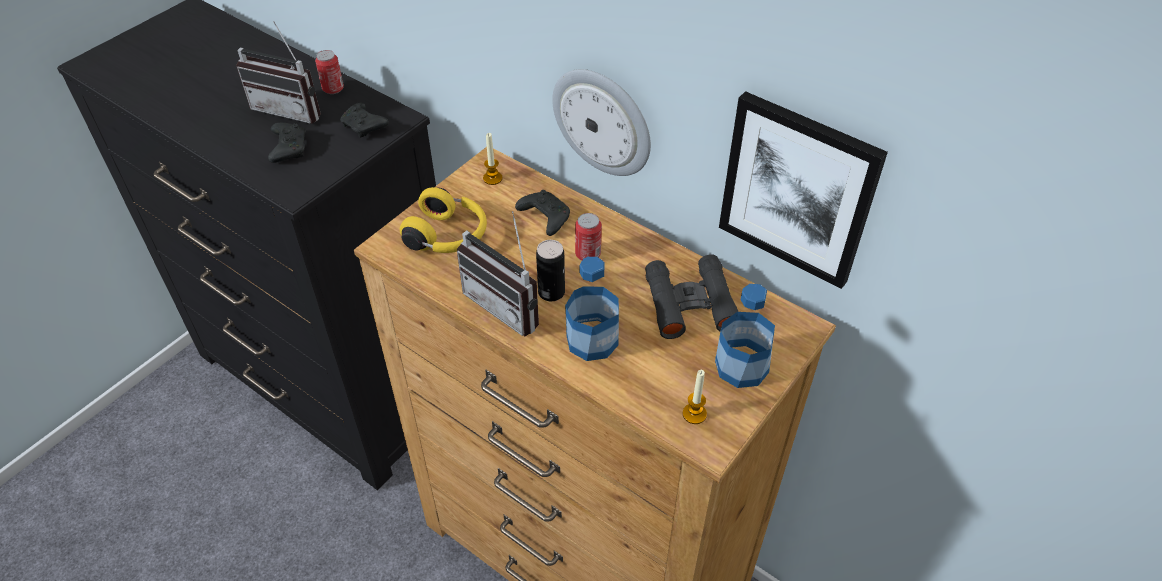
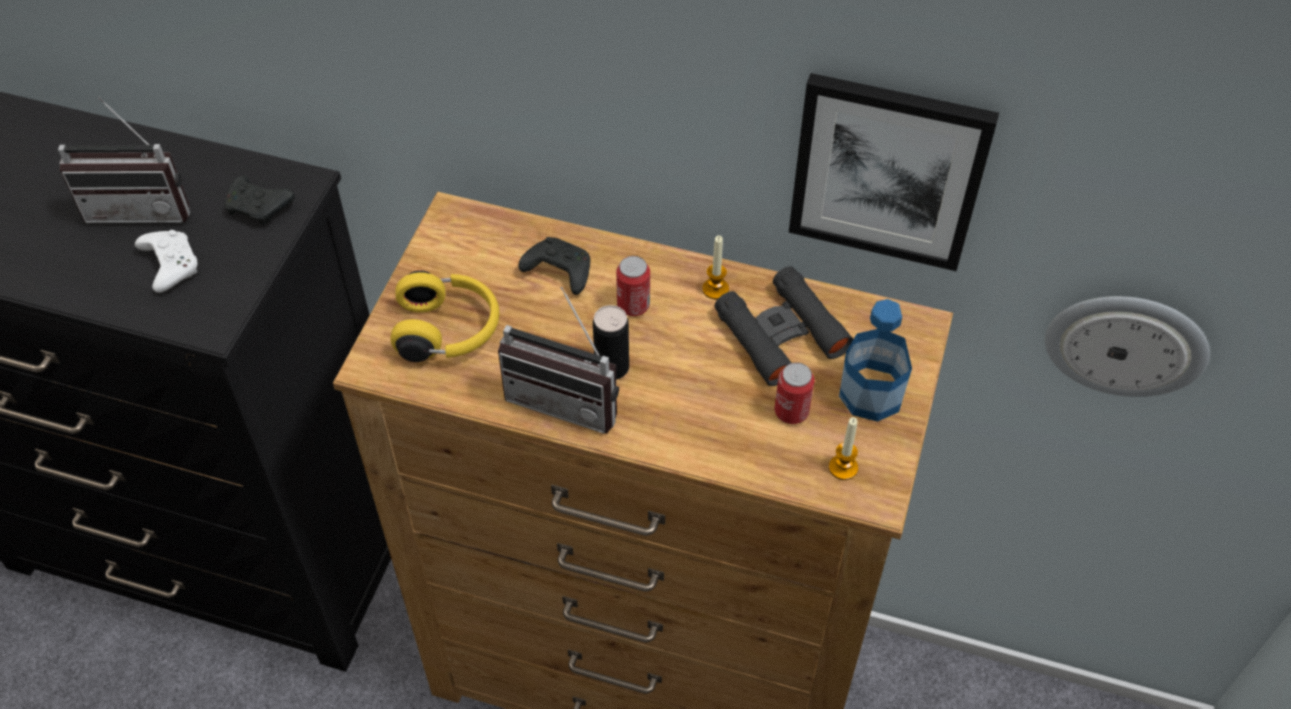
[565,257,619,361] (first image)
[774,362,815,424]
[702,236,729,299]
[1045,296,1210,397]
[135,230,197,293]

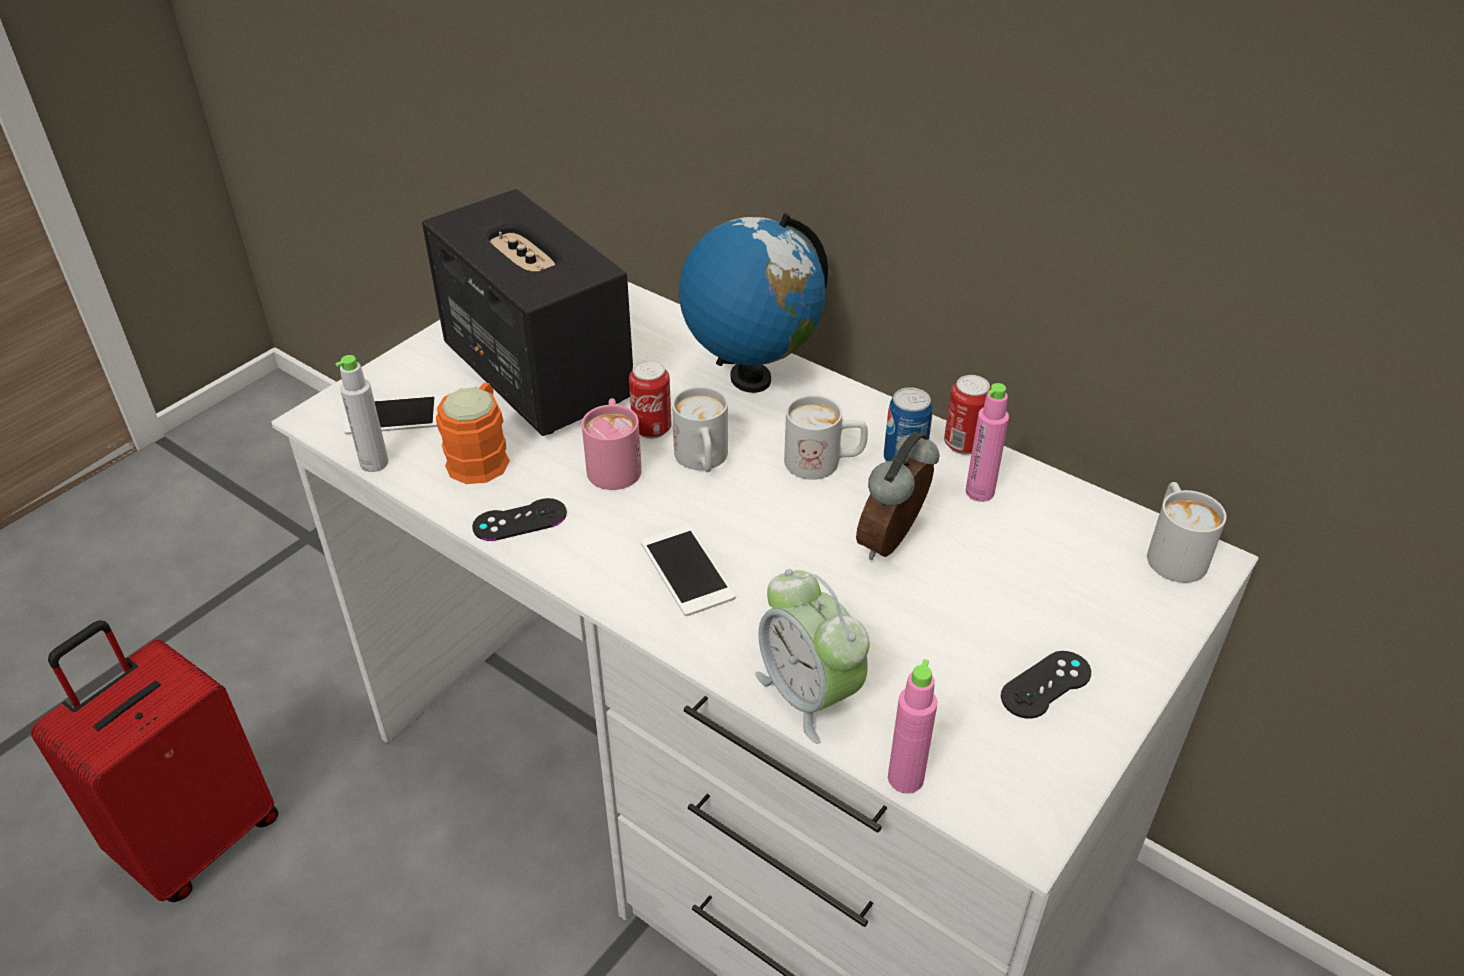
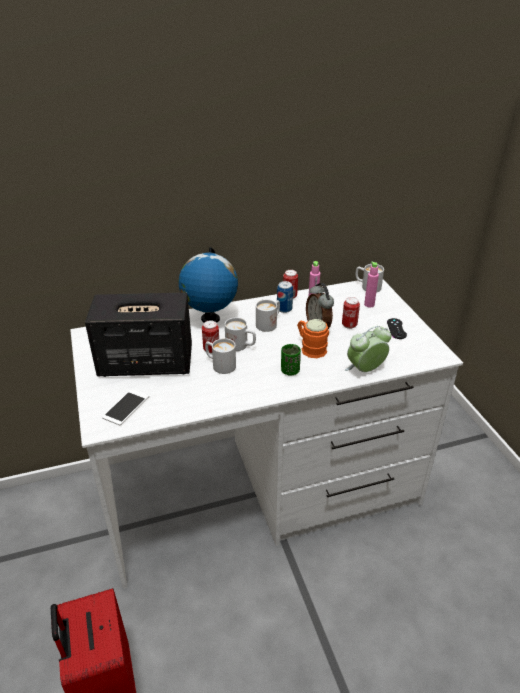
[335,355,389,472] (first image)
[472,498,567,541] (first image)
[342,297,360,329]
[297,319,329,358]
[364,262,379,308]
[281,344,301,376]
[205,338,236,374]
[345,326,391,372]

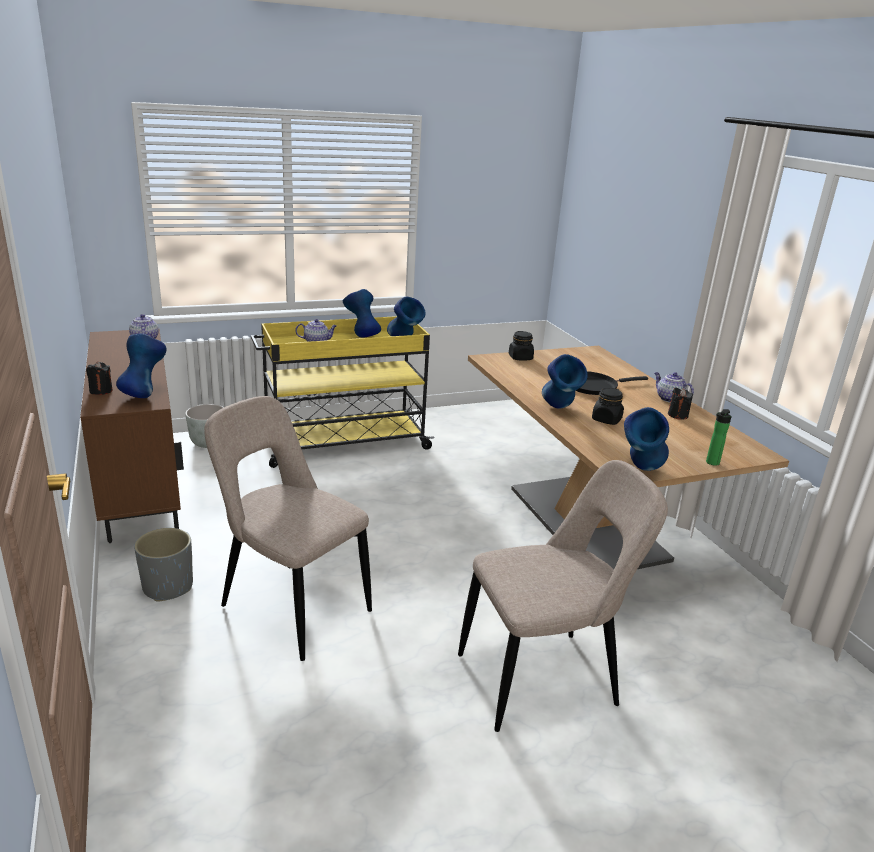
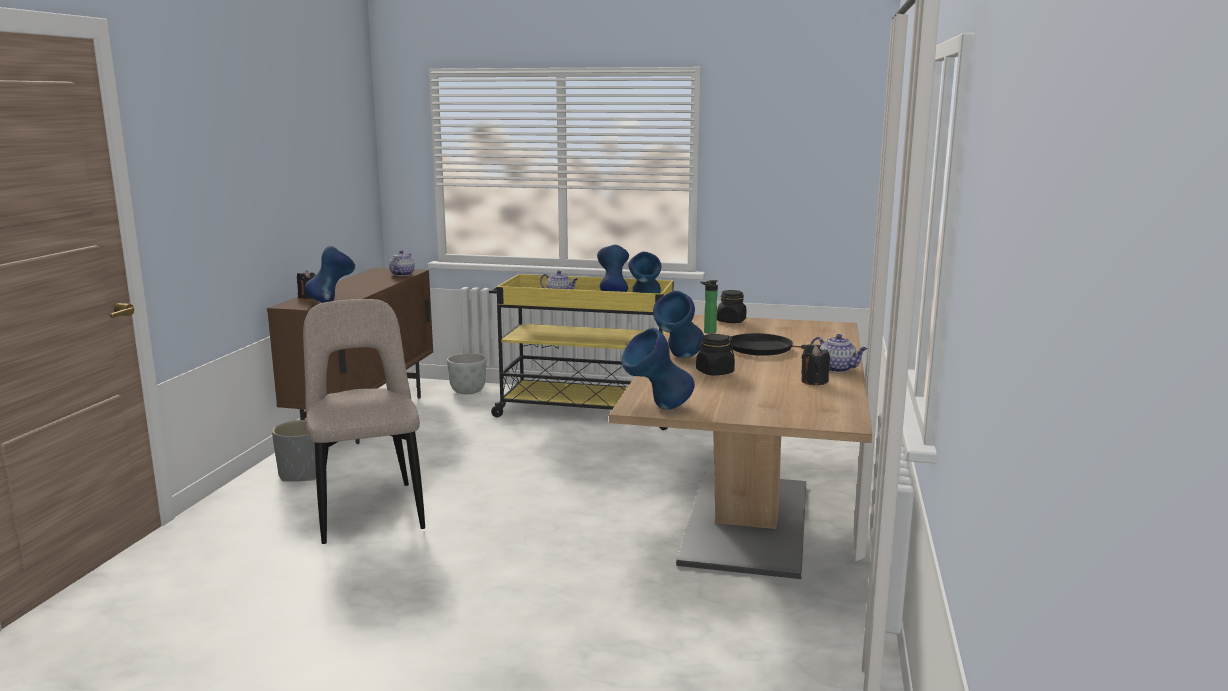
[458,460,668,732] (first image)
[700,280,718,334]
[810,334,867,373]

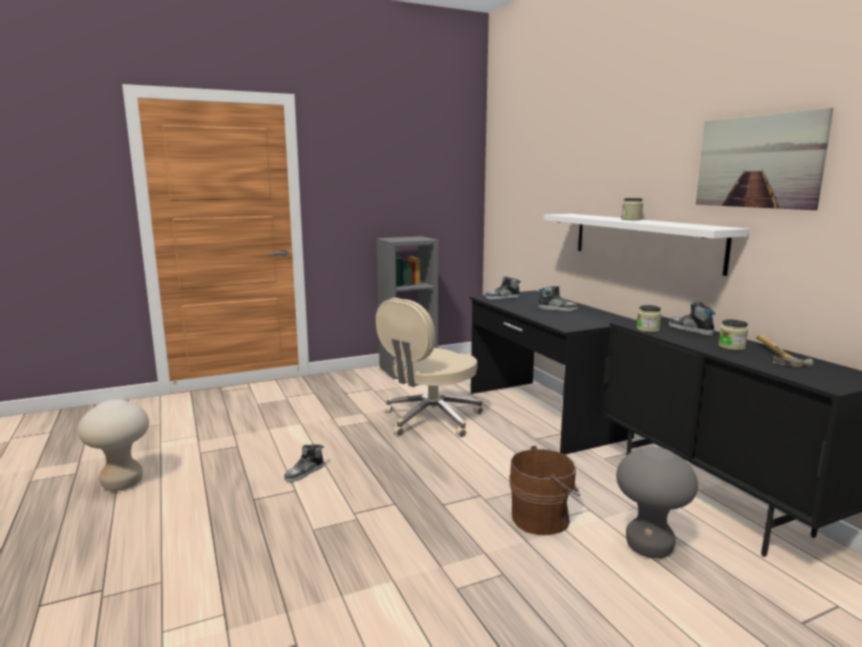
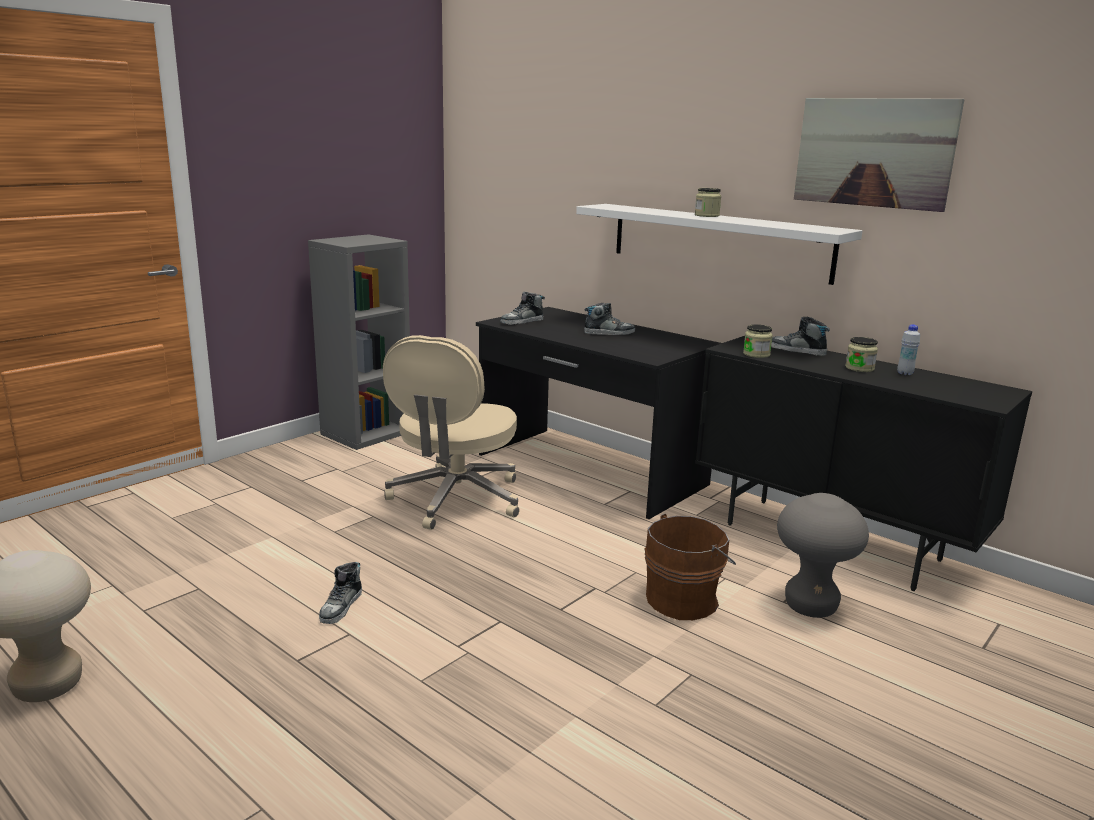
[897,324,920,375]

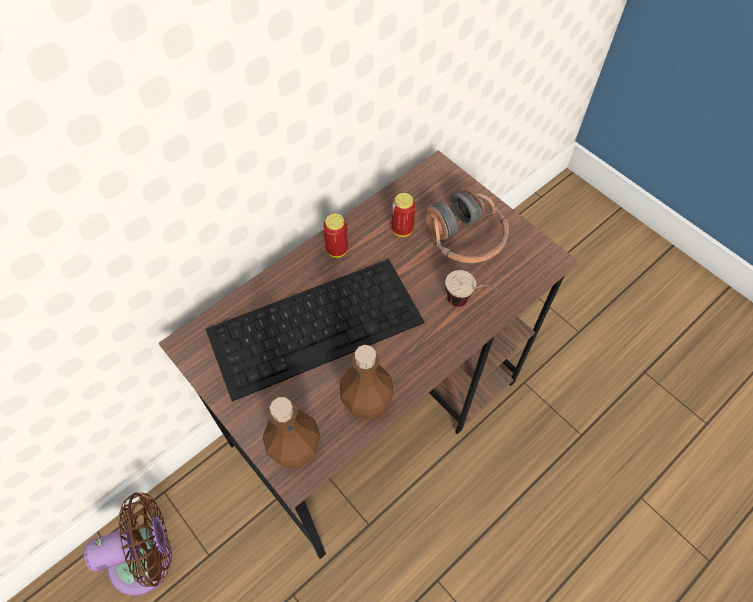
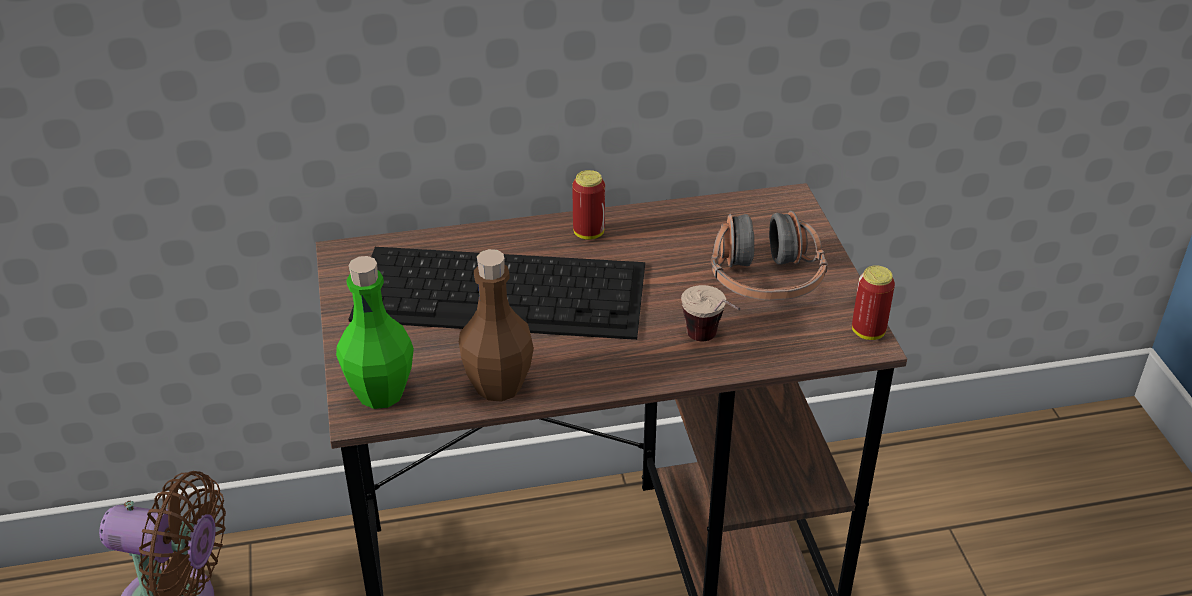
[852,265,895,340]
[336,256,414,409]

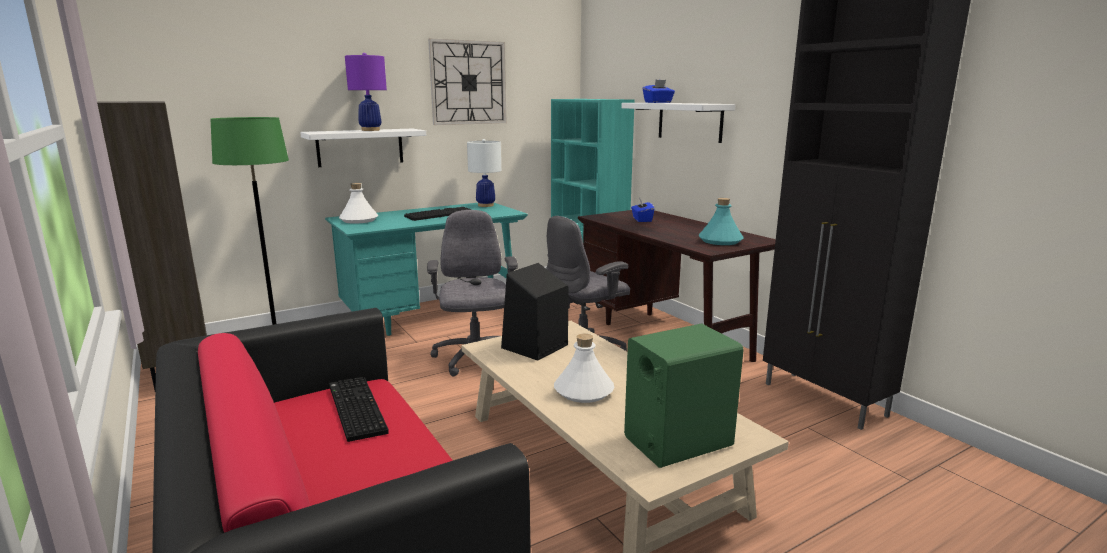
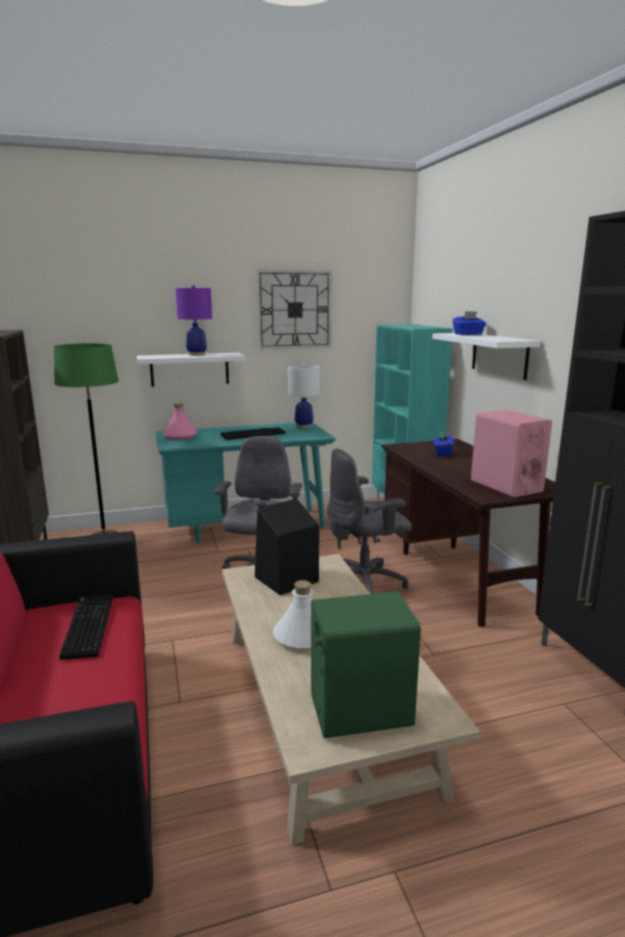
[471,410,552,498]
[163,403,197,440]

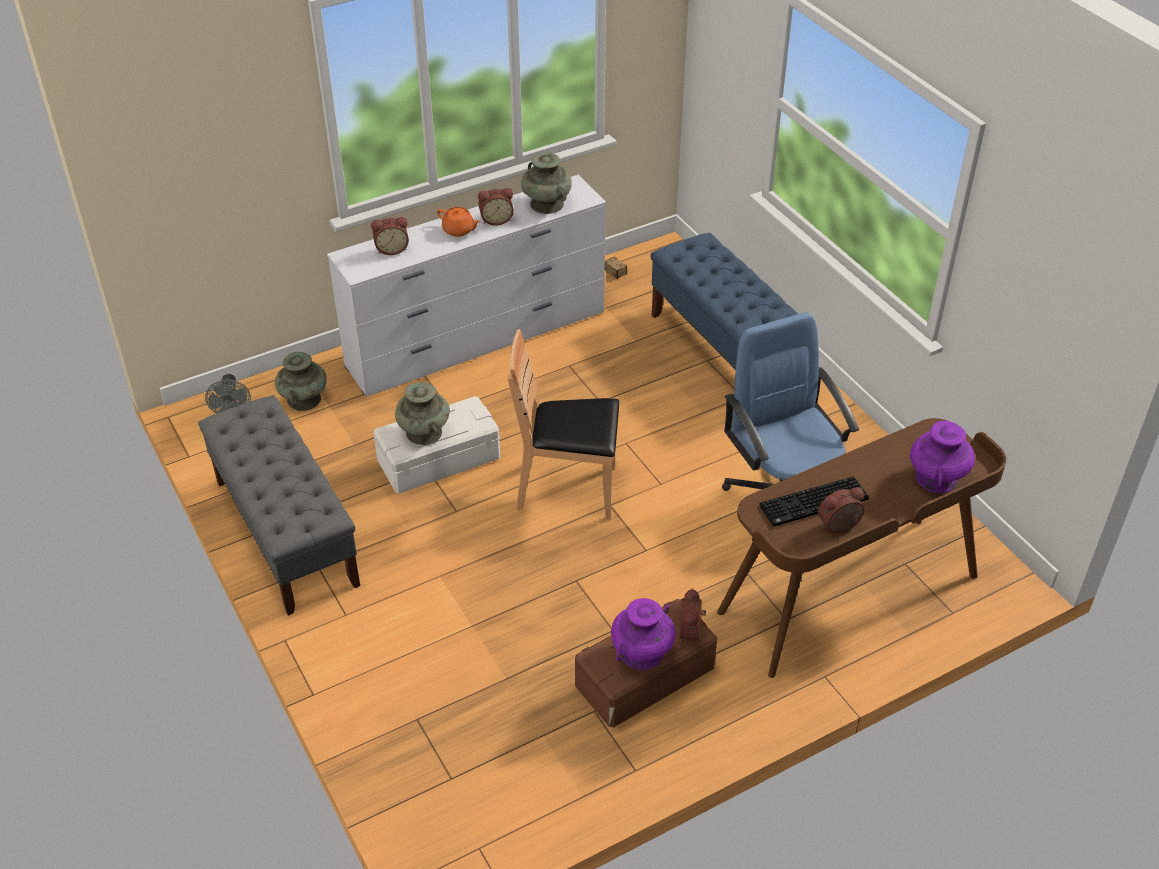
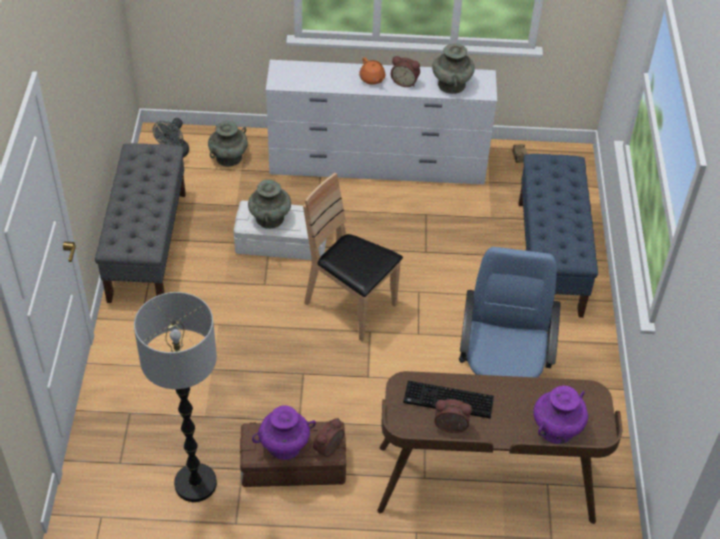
[371,217,409,255] (first image)
[134,292,217,502]

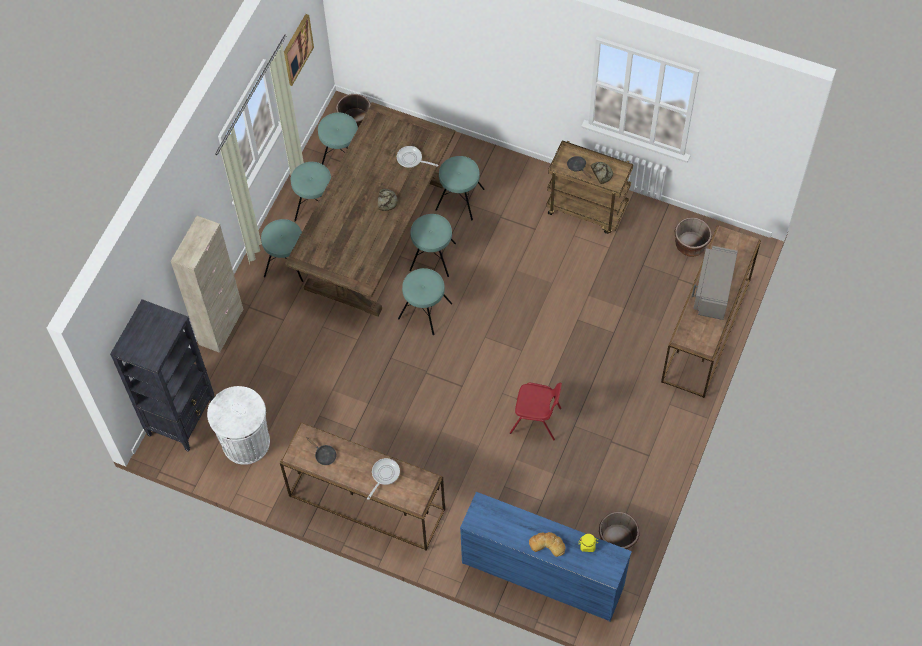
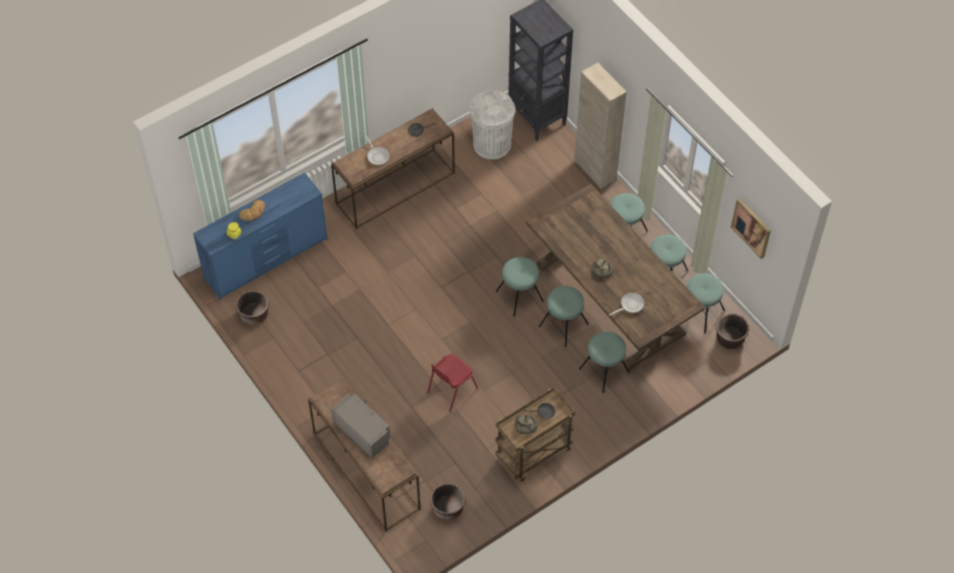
[427,354,478,412]

